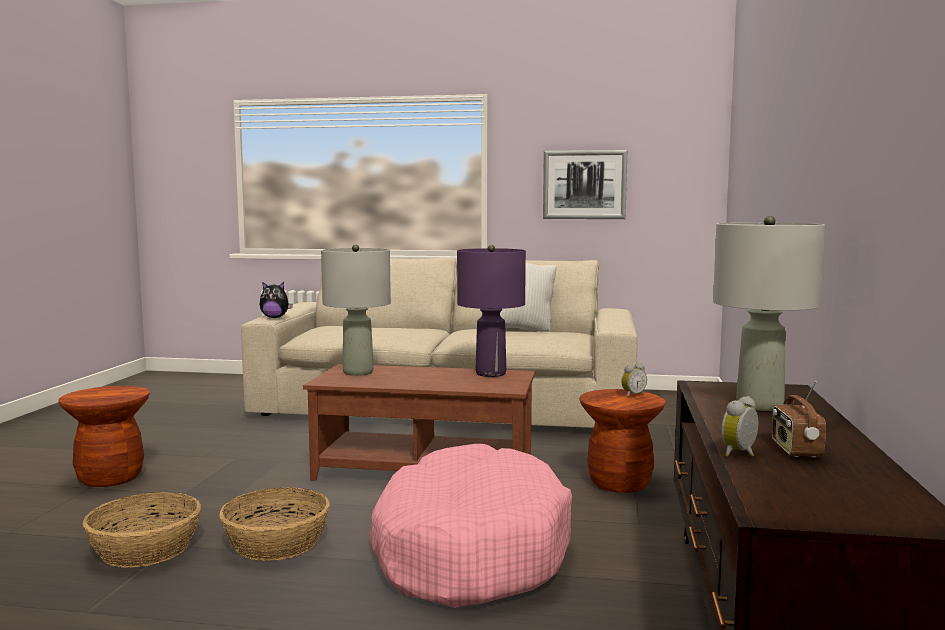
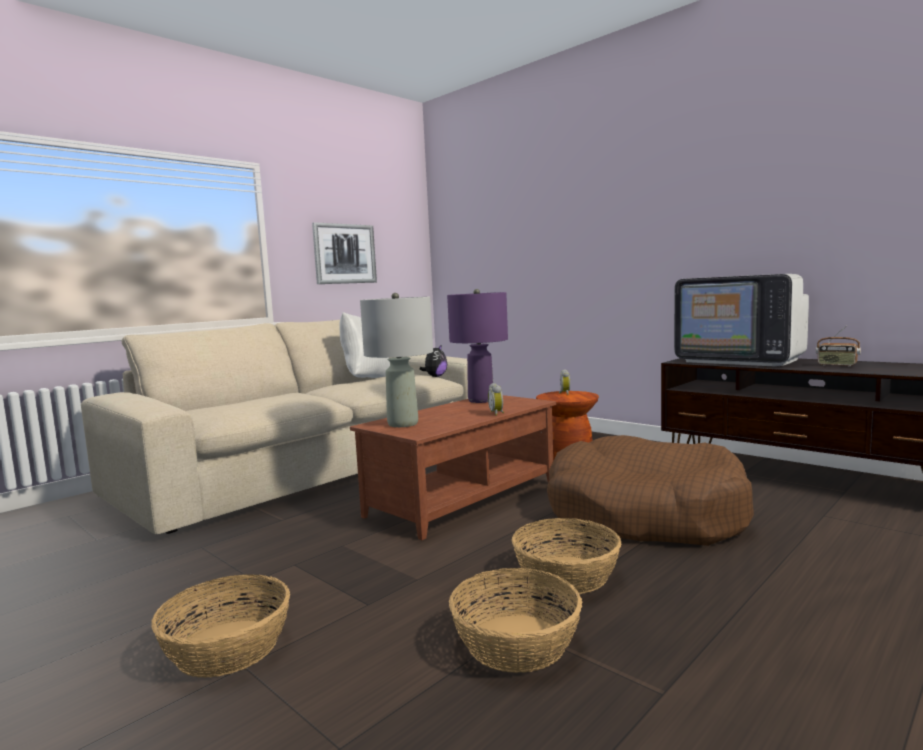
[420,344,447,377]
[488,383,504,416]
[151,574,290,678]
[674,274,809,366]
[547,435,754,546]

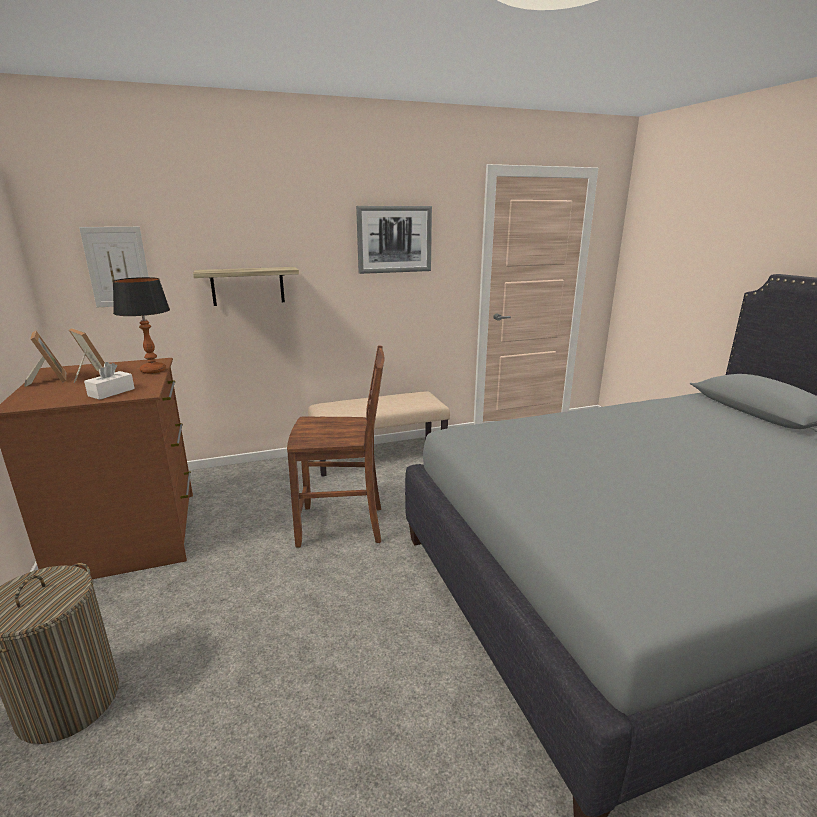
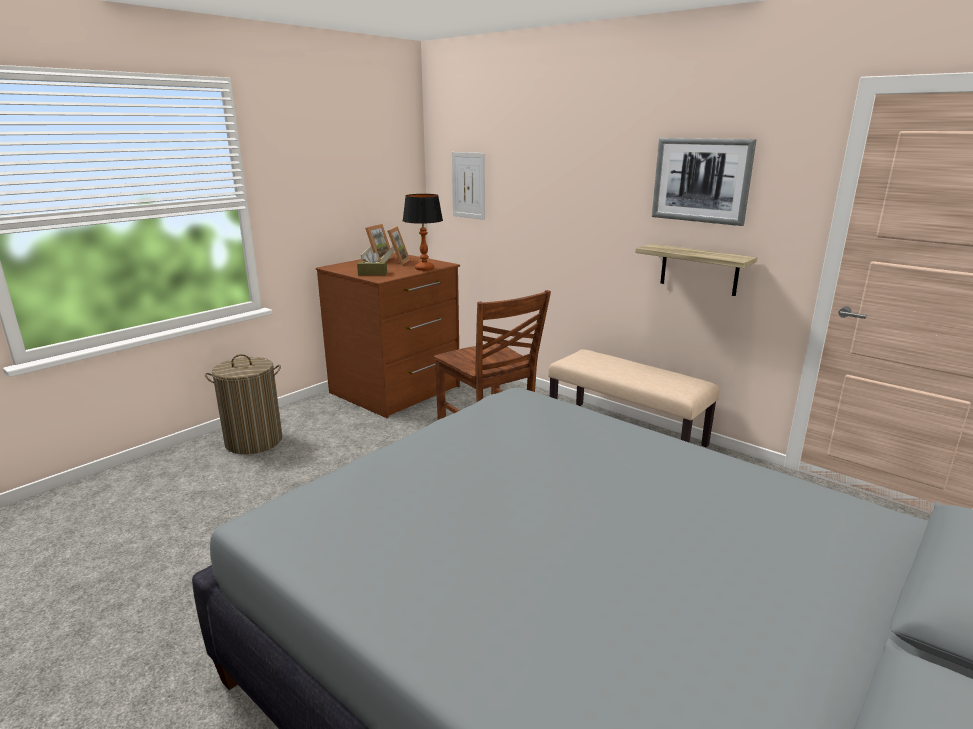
[635,244,757,296]
[357,251,387,276]

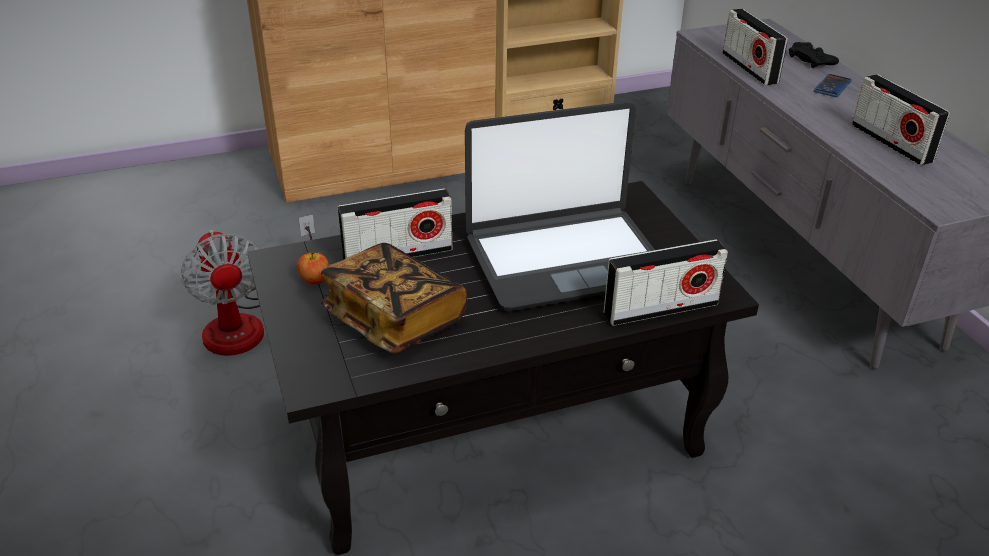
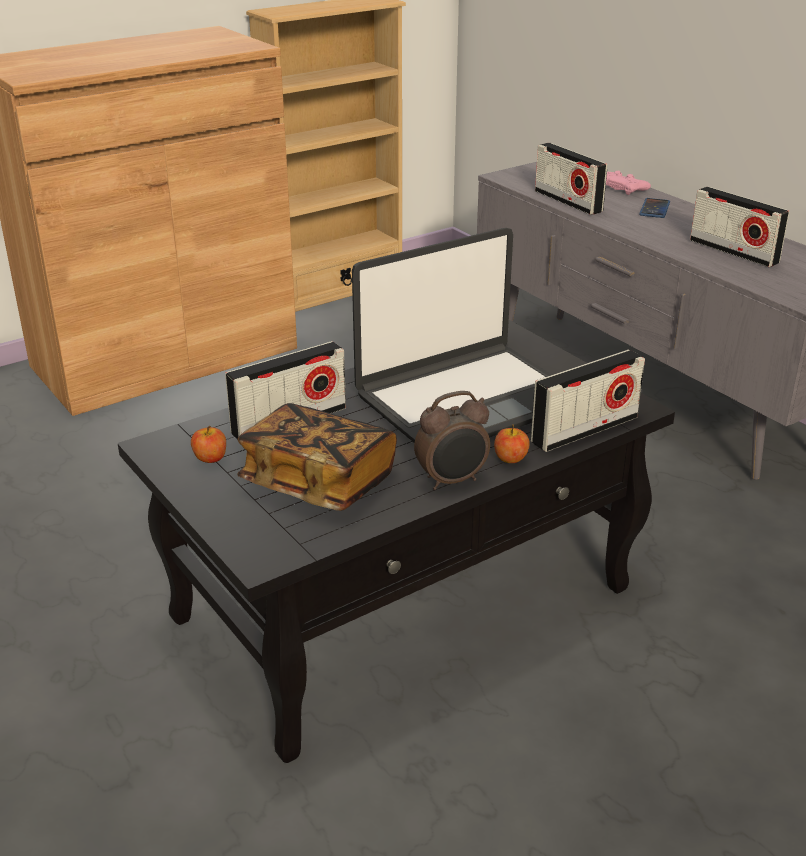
[181,215,315,356] (first image)
[414,391,490,490]
[494,425,530,463]
[606,171,651,195]

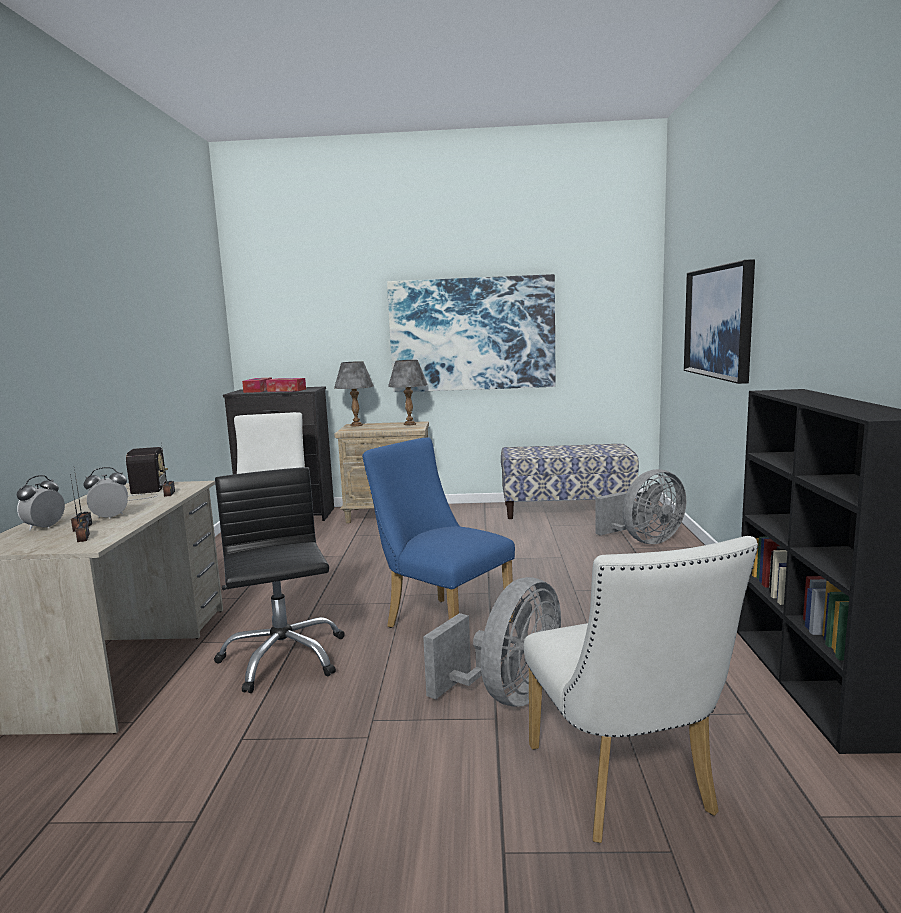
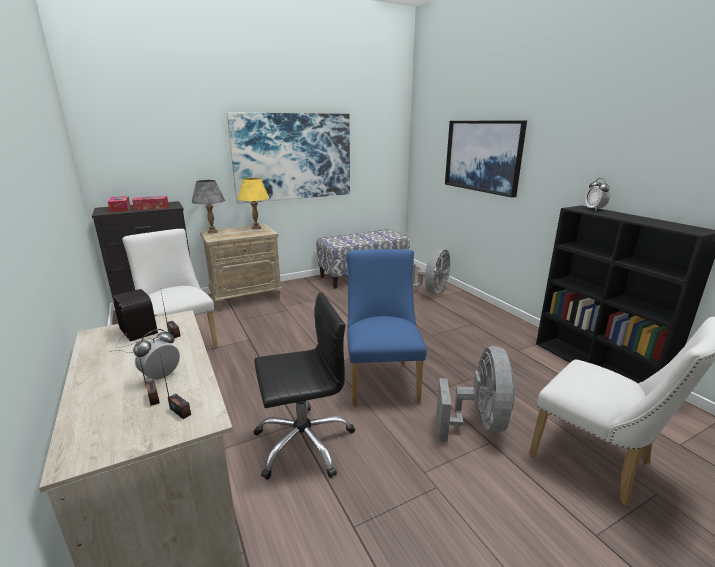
[585,178,610,210]
[238,178,269,229]
[253,292,355,480]
[346,249,427,406]

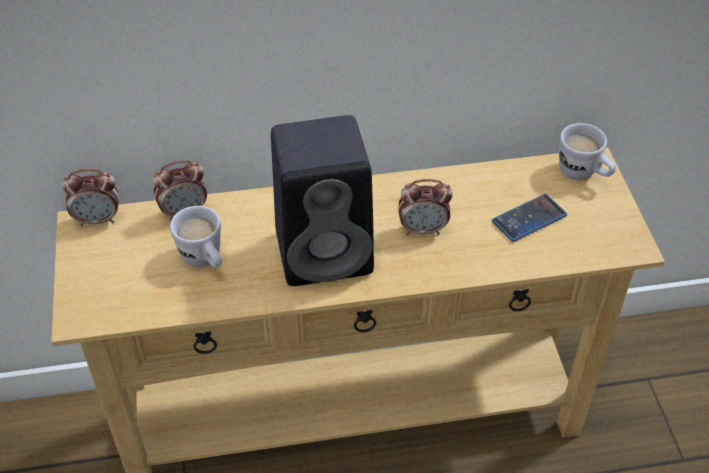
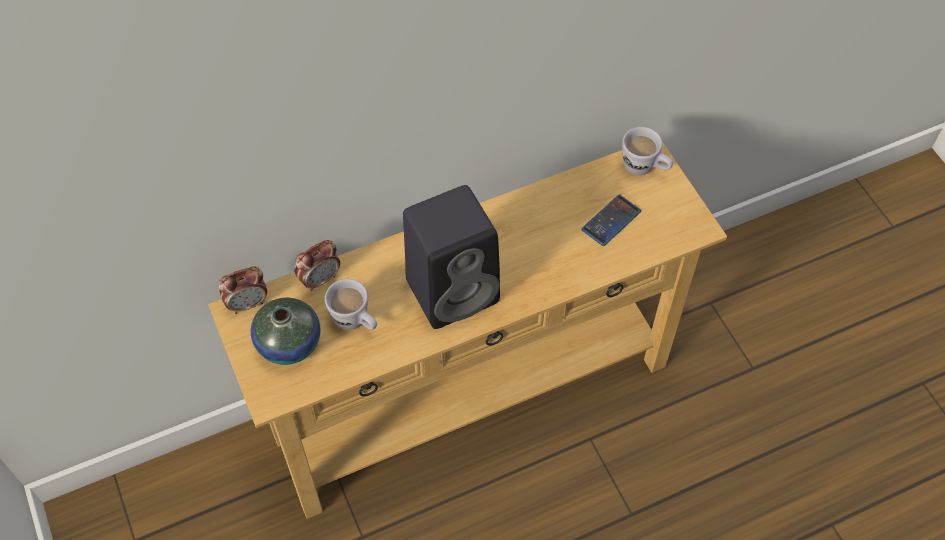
[399,179,453,235] (first image)
[251,298,320,365]

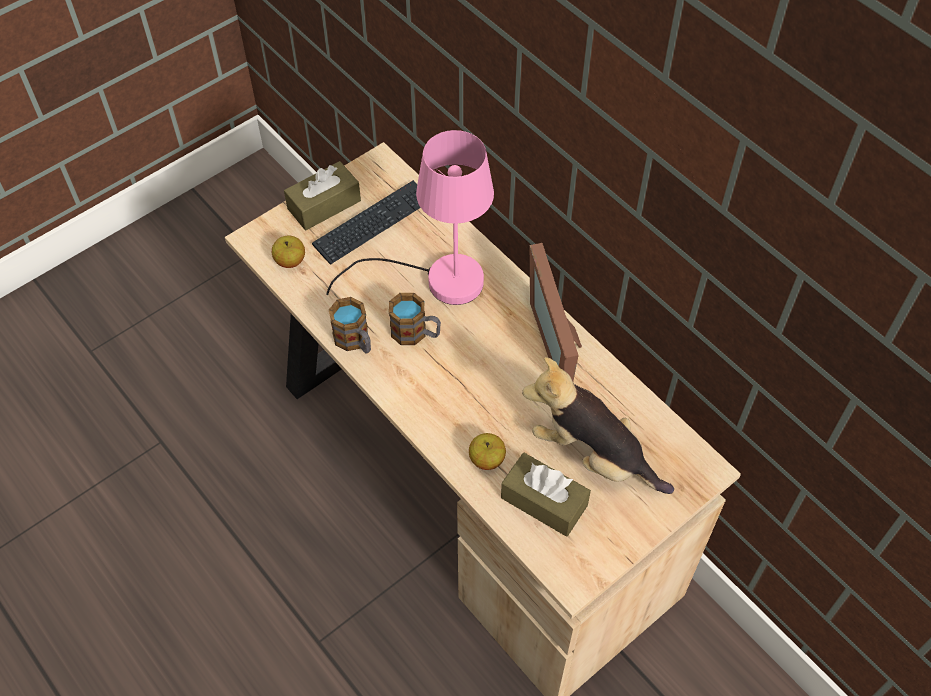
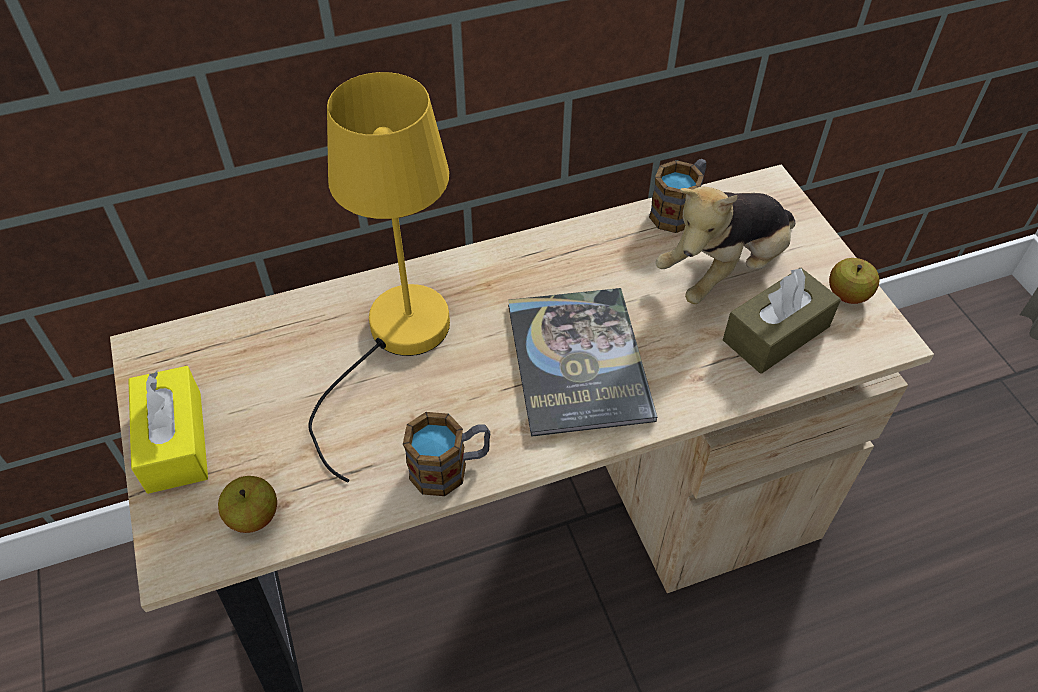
[312,180,421,264] (first image)
[530,243,582,381] (first image)
[508,288,657,437]
[649,159,706,233]
[829,258,879,304]
[128,366,208,494]
[308,72,450,483]

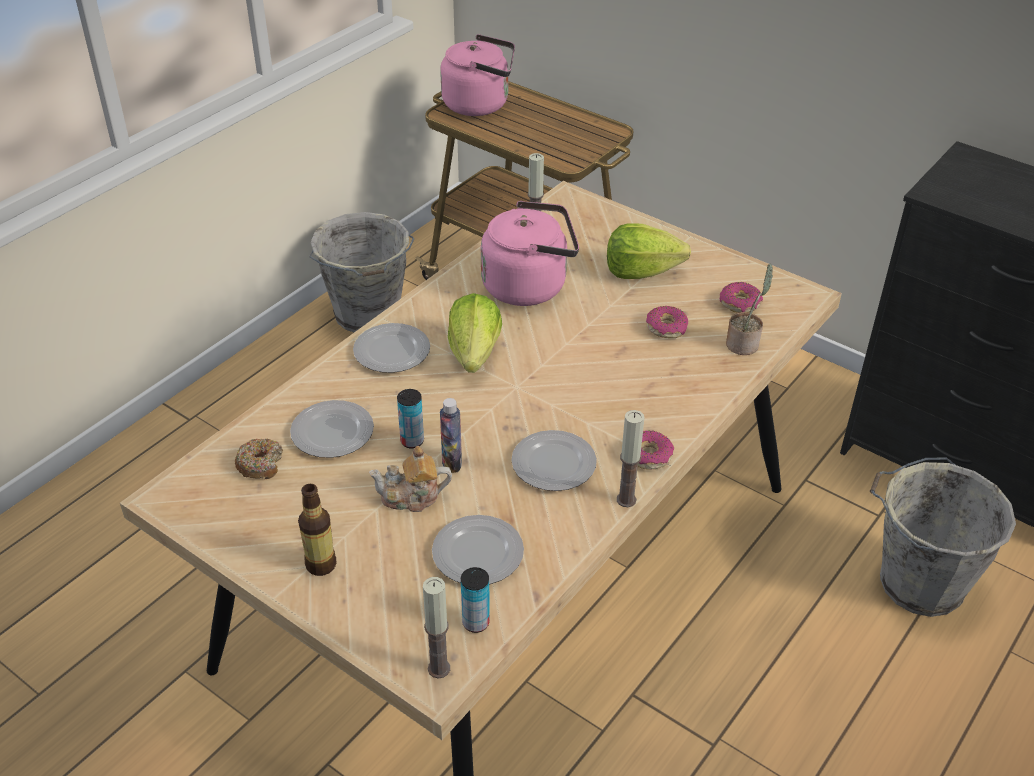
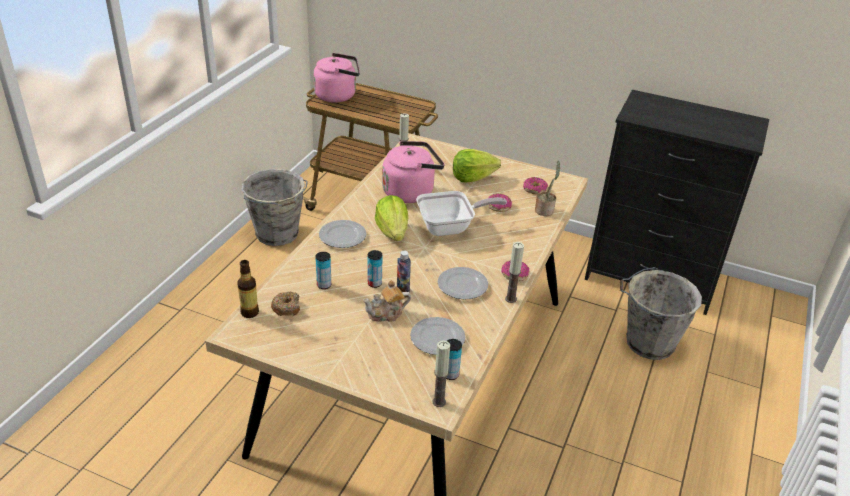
[416,191,507,236]
[237,260,259,318]
[315,252,331,289]

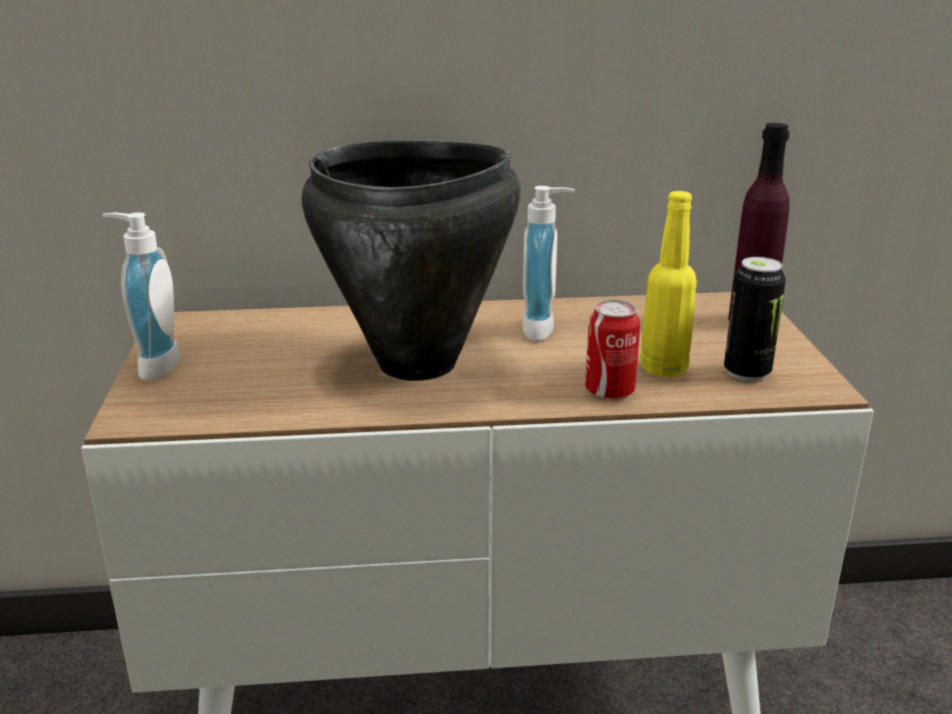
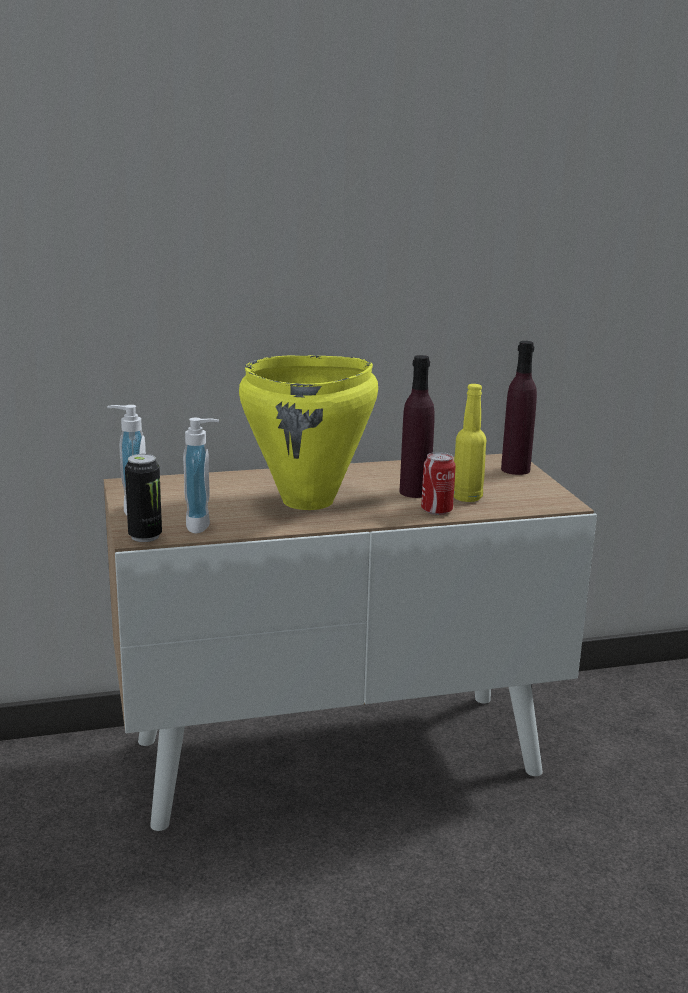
[399,355,435,498]
[183,418,219,534]
[125,454,162,542]
[239,355,378,510]

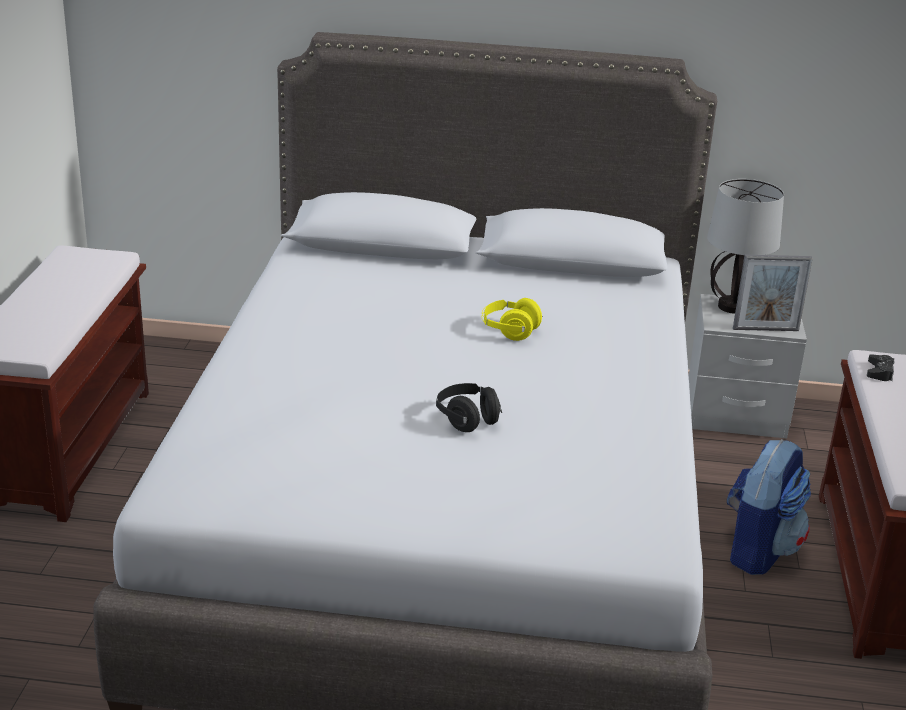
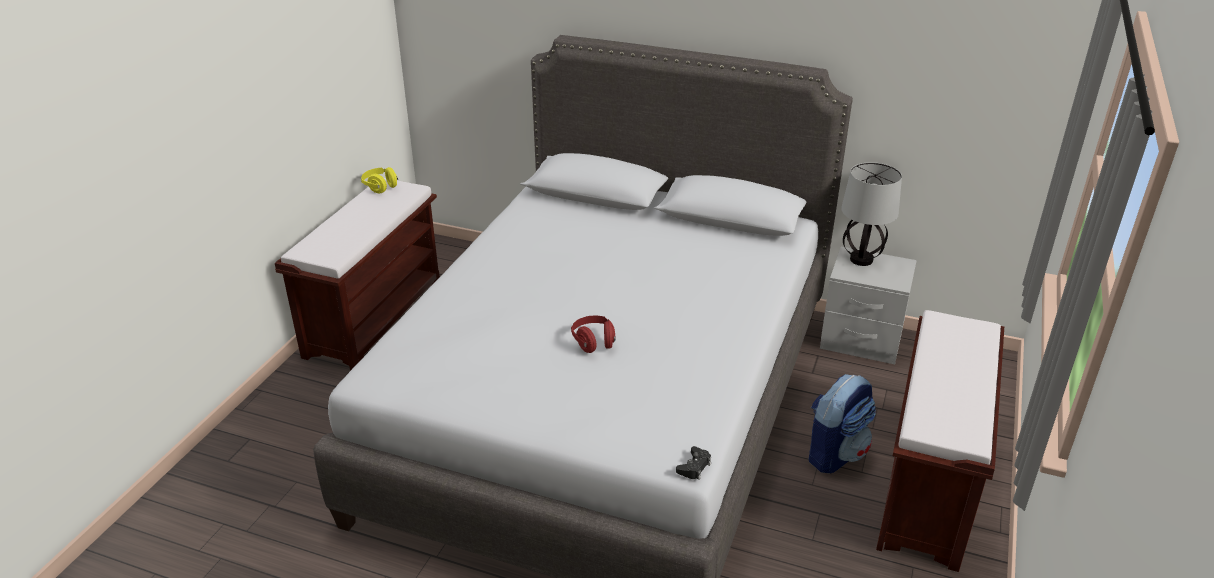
[733,255,813,331] (first image)
[361,167,398,193]
[676,446,711,480]
[571,316,615,353]

